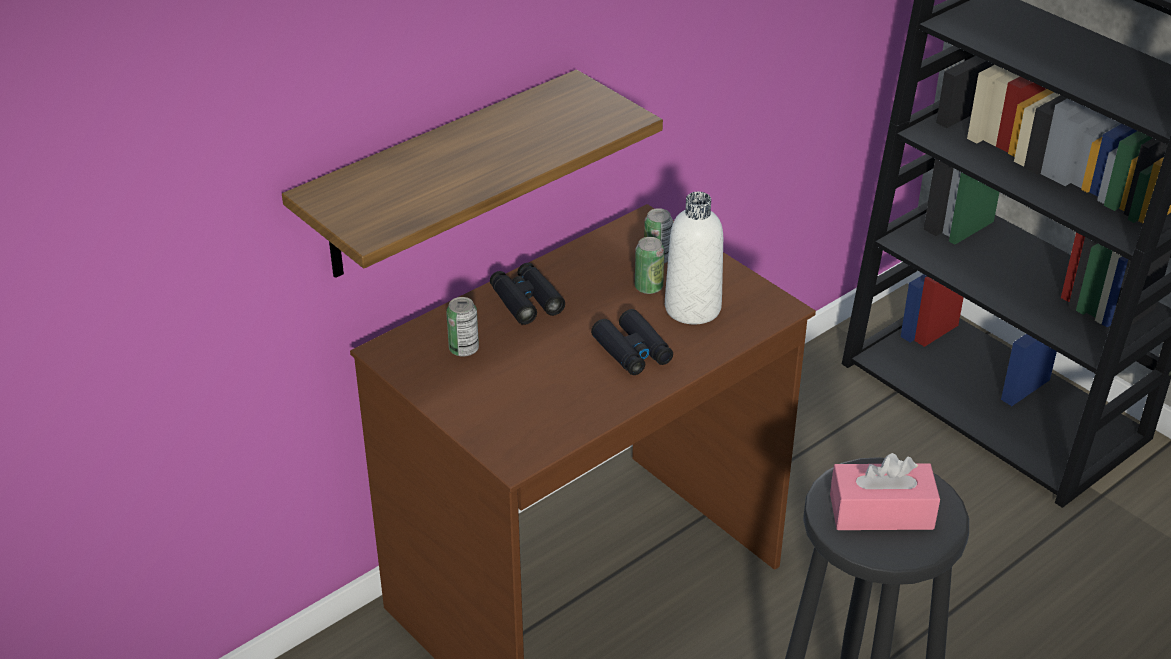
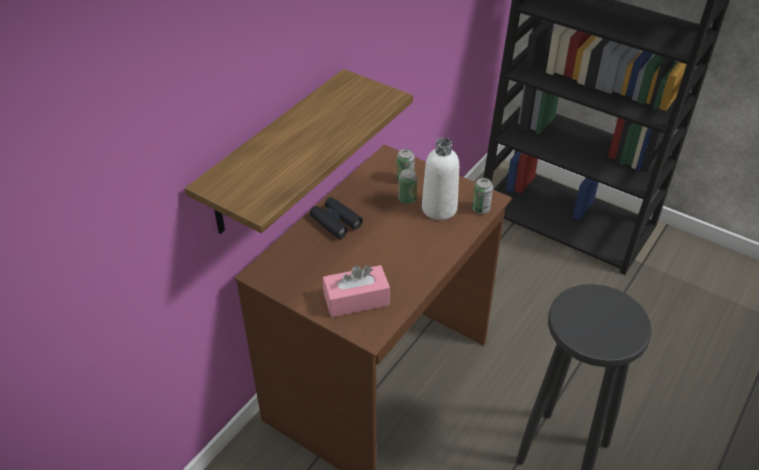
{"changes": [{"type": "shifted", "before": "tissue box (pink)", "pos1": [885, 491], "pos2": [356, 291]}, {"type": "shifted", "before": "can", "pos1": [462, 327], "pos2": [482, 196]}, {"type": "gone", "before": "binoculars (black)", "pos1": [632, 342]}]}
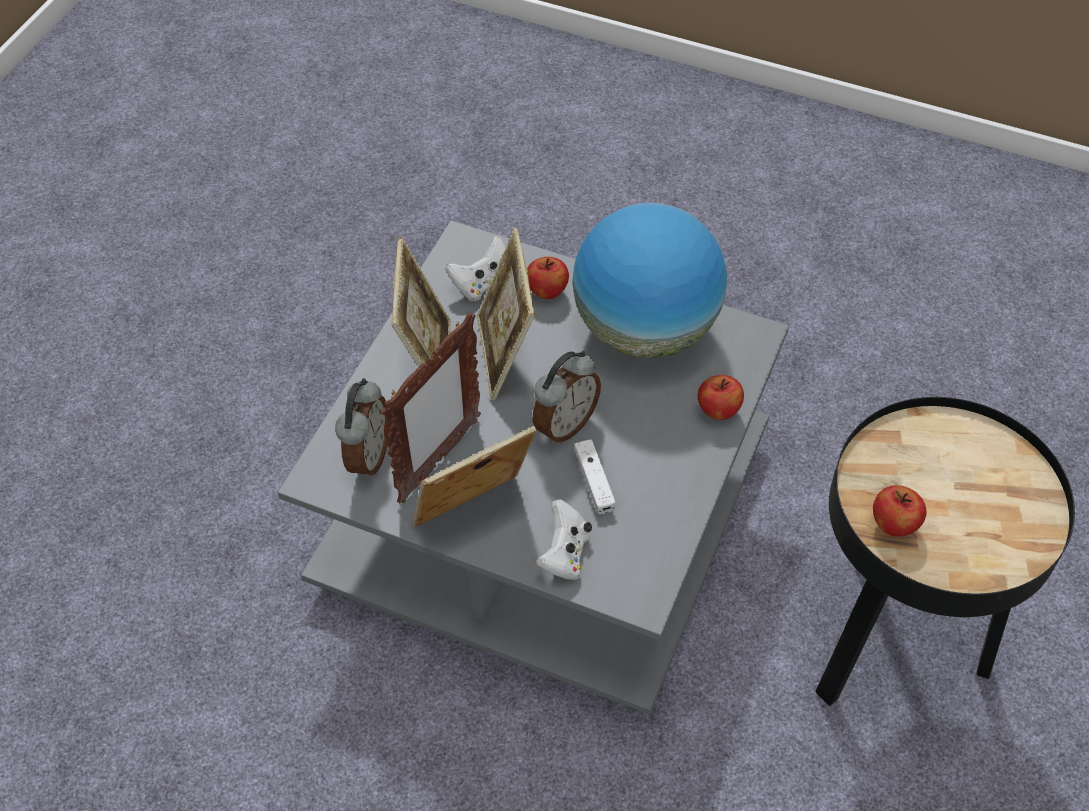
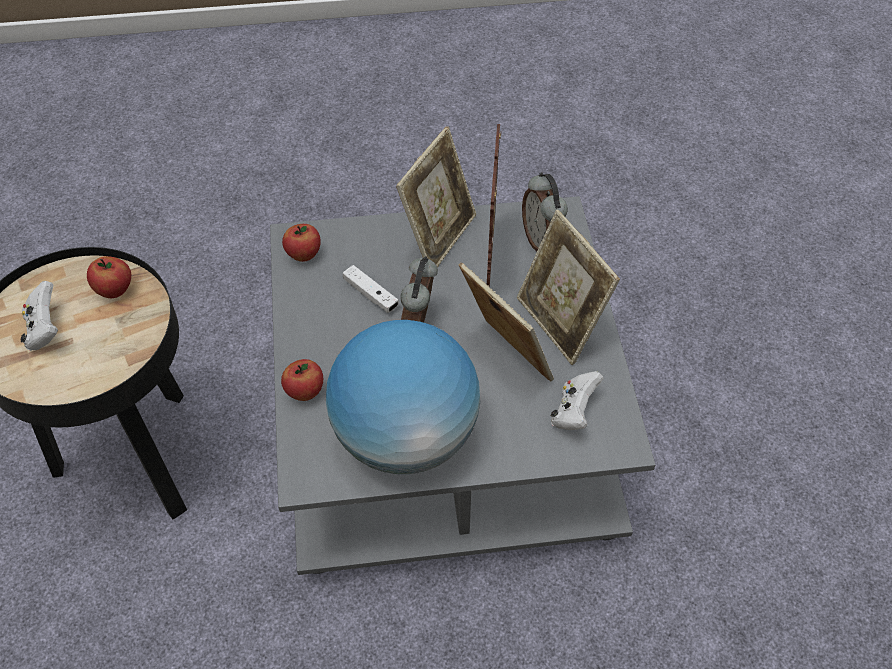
{"changes": [{"type": "shifted", "before": "game controller (white)", "pos1": [564, 539], "pos2": [39, 316]}, {"type": "shifted", "before": "apple", "pos1": [548, 278], "pos2": [301, 243]}]}
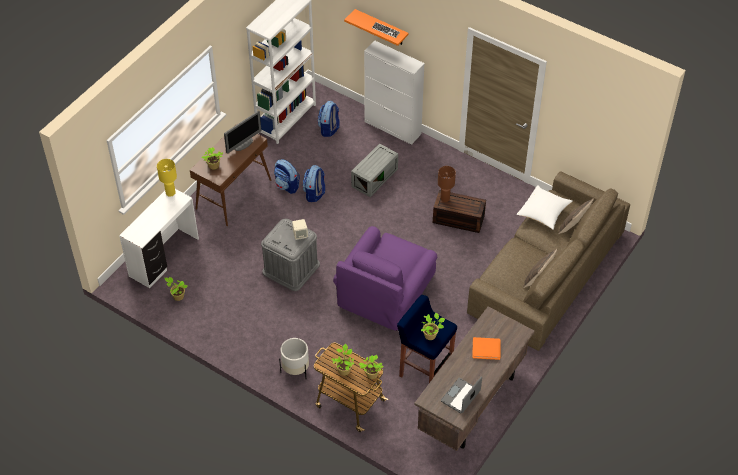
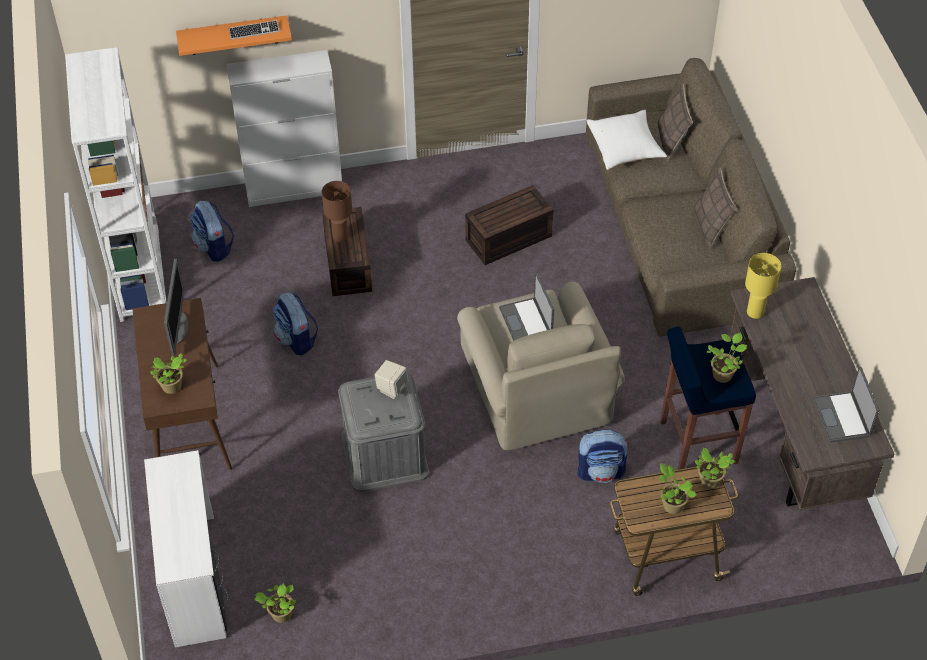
{"changes": [{"type": "shifted", "before": "table lamp (brown)", "pos1": [447, 184], "pos2": [337, 211]}, {"type": "repainted", "before": "storage box (grey)", "after": "storage box (brown)", "pos1": [374, 170], "pos2": [347, 251]}, {"type": "repainted", "before": "armchair (purple)", "after": "armchair (beige)", "pos1": [385, 278], "pos2": [541, 366]}, {"type": "new", "after": "laptop", "pos2": [526, 307]}, {"type": "shifted", "before": "backpack", "pos1": [287, 176], "pos2": [602, 456]}, {"type": "shifted", "before": "table lamp (yellow)", "pos1": [167, 178], "pos2": [763, 286]}, {"type": "gone", "before": "planter (white)", "pos1": [294, 358]}, {"type": "gone", "before": "book (orange)", "pos1": [486, 348]}]}
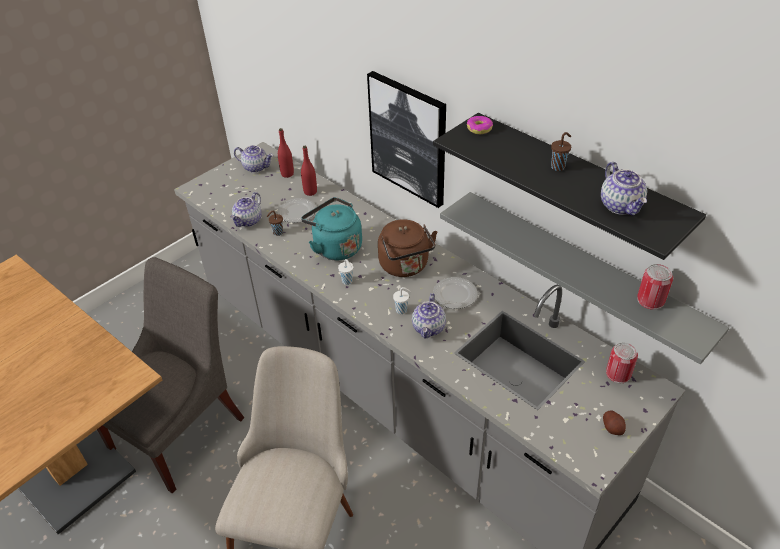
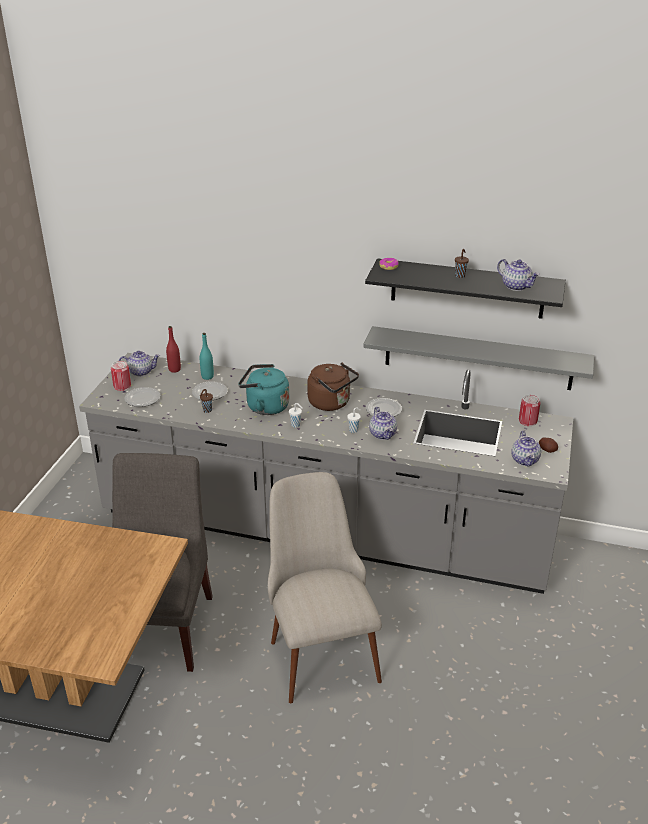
{"changes": [{"type": "shifted", "before": "can", "pos1": [655, 287], "pos2": [121, 376]}, {"type": "new", "after": "plate", "pos2": [142, 397]}, {"type": "repainted", "before": "bottle (red)", "after": "bottle (turquoise)", "pos1": [309, 171], "pos2": [207, 356]}, {"type": "shifted", "before": "teapot", "pos1": [246, 209], "pos2": [526, 449]}, {"type": "gone", "before": "picture", "pos1": [406, 139]}]}
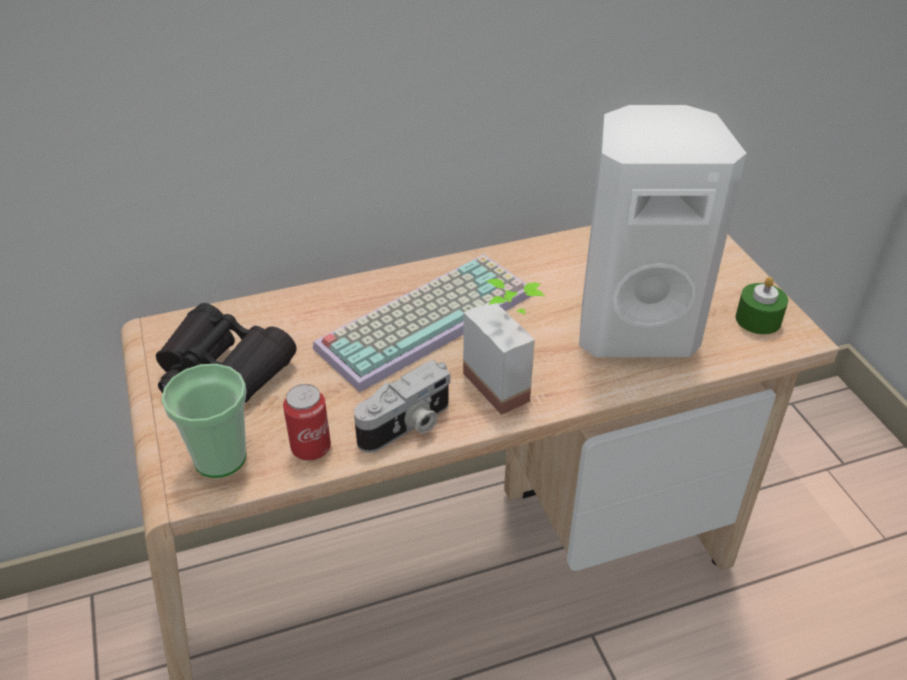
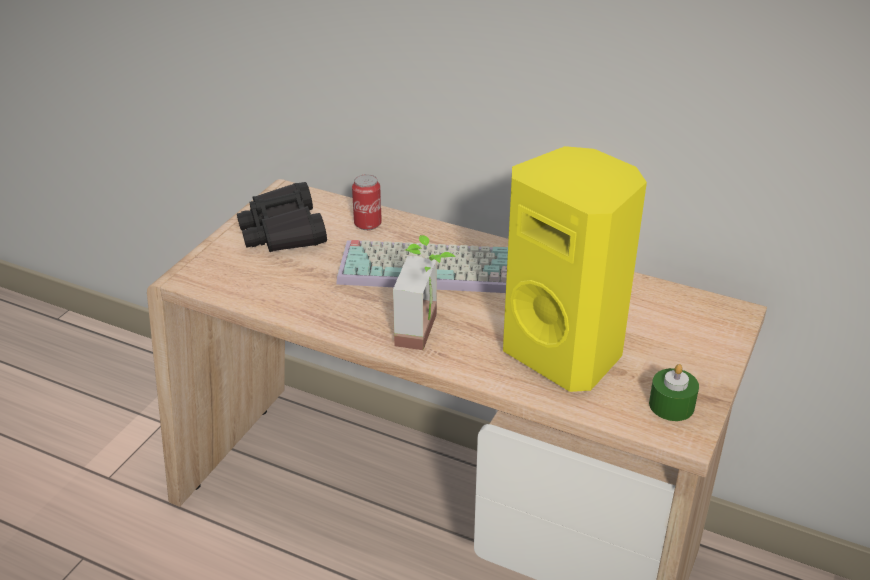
{"changes": [{"type": "shifted", "before": "can", "pos1": [307, 422], "pos2": [367, 202]}, {"type": "repainted", "before": "speaker (white)", "after": "speaker (yellow)", "pos1": [663, 231], "pos2": [575, 269]}, {"type": "gone", "before": "cup", "pos1": [204, 421]}, {"type": "gone", "before": "photo camera", "pos1": [402, 406]}]}
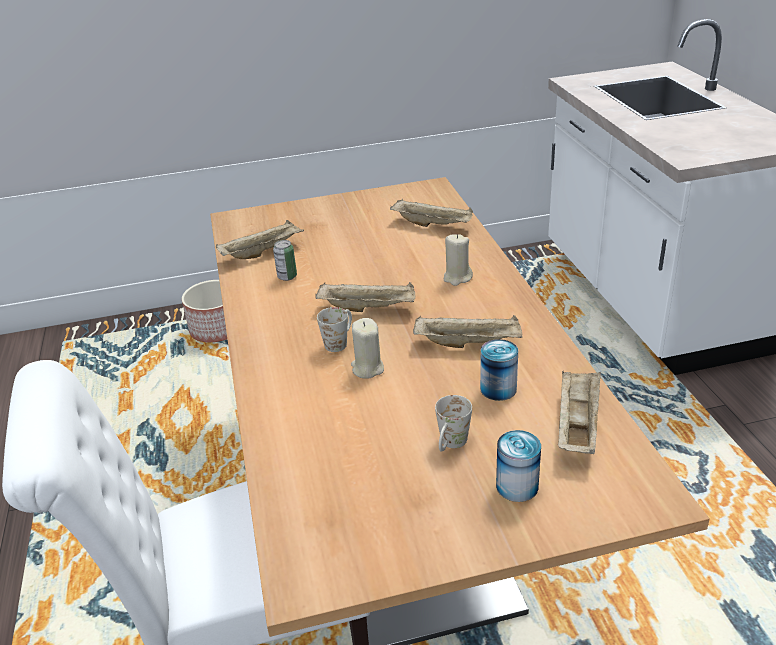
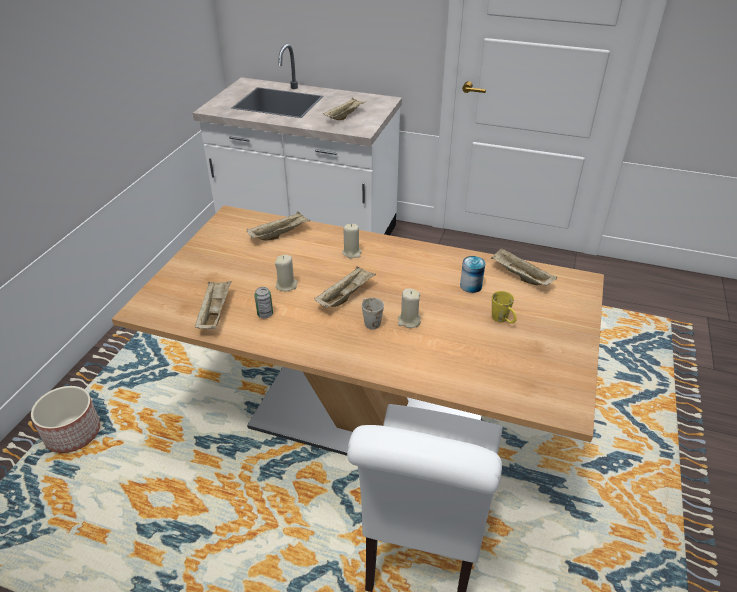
{"changes": [{"type": "new", "after": "candle (beige)", "pos2": [286, 273]}, {"type": "shifted", "before": "tray (beige)", "pos1": [468, 331], "pos2": [344, 108]}, {"type": "repainted", "before": "mug (white)", "after": "mug (yellow)", "pos1": [453, 423], "pos2": [504, 307]}, {"type": "gone", "before": "can", "pos1": [518, 466]}]}
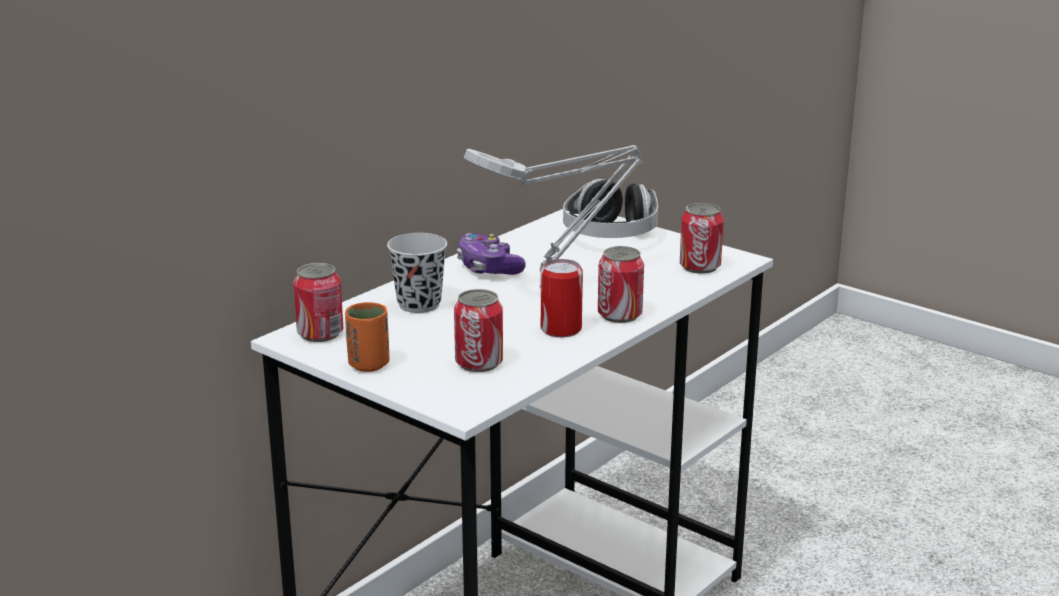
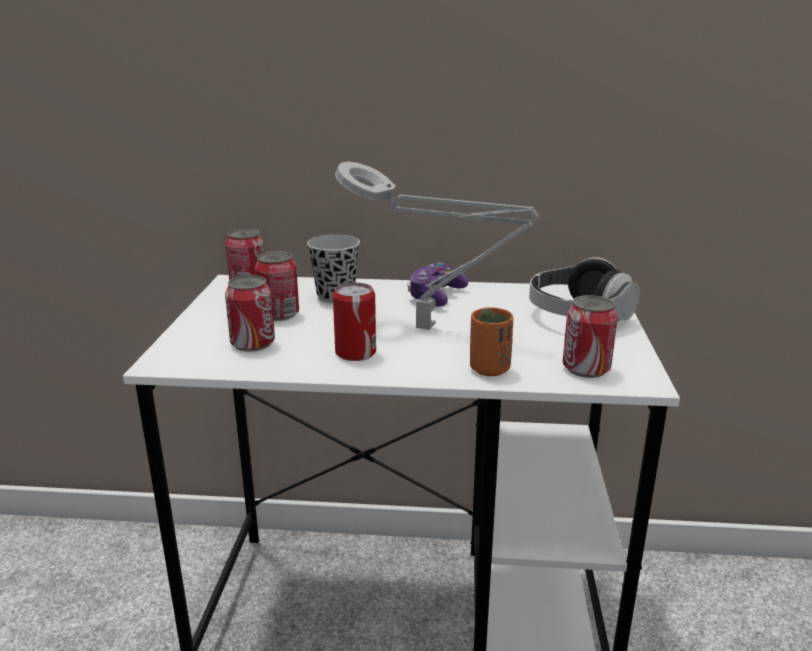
{"changes": [{"type": "shifted", "before": "can", "pos1": [621, 284], "pos2": [277, 286]}, {"type": "shifted", "before": "cup (orange)", "pos1": [367, 337], "pos2": [491, 341]}]}
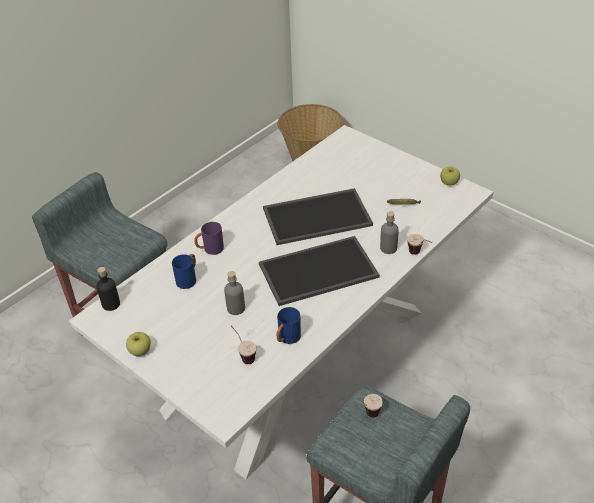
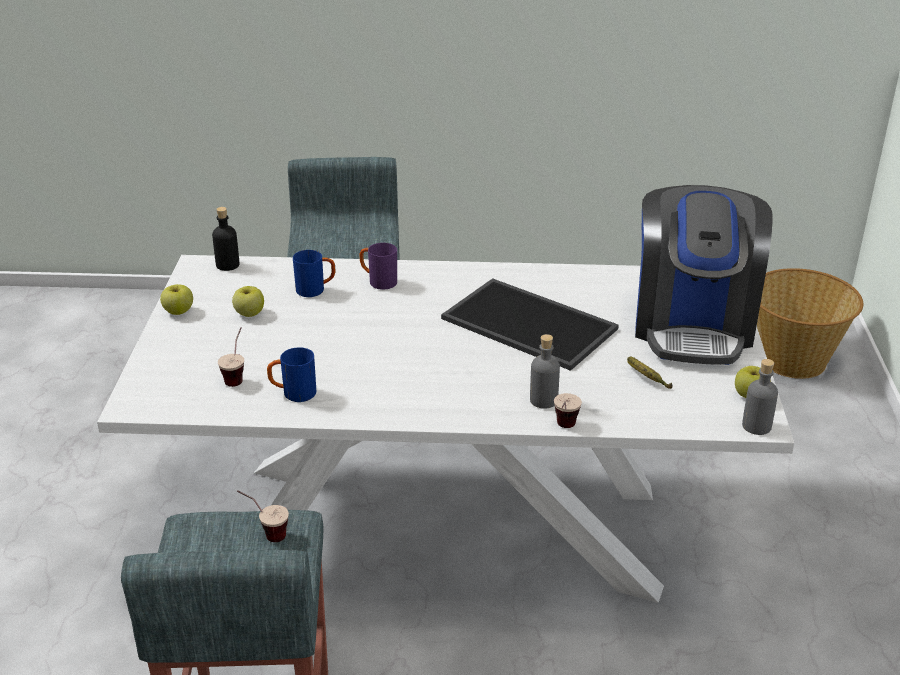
{"changes": [{"type": "new", "after": "apple", "pos2": [248, 301]}, {"type": "new", "after": "coffee machine", "pos2": [704, 275]}, {"type": "shifted", "before": "bottle (grey)", "pos1": [234, 293], "pos2": [760, 397]}, {"type": "gone", "before": "tray", "pos1": [319, 271]}]}
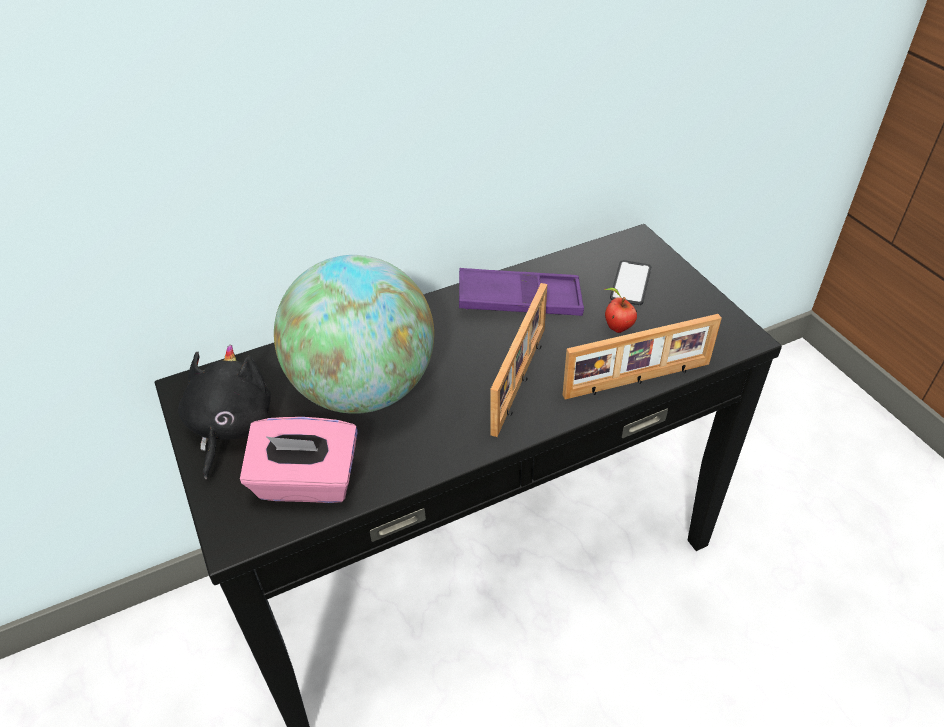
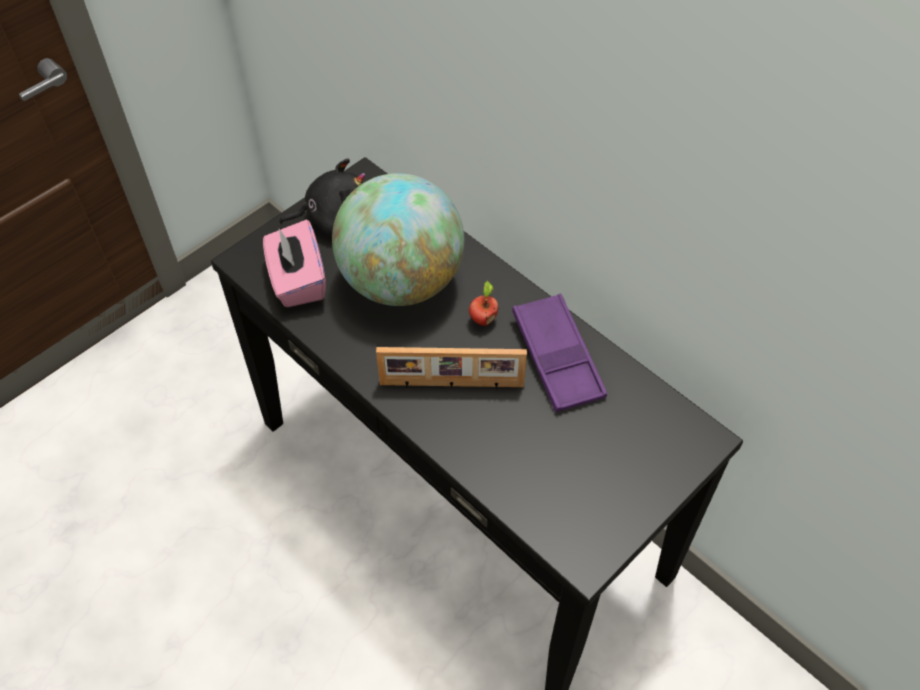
{"changes": [{"type": "shifted", "before": "apple", "pos1": [621, 310], "pos2": [484, 303]}, {"type": "gone", "before": "picture frame", "pos1": [642, 356]}, {"type": "gone", "before": "phone", "pos1": [630, 282]}]}
